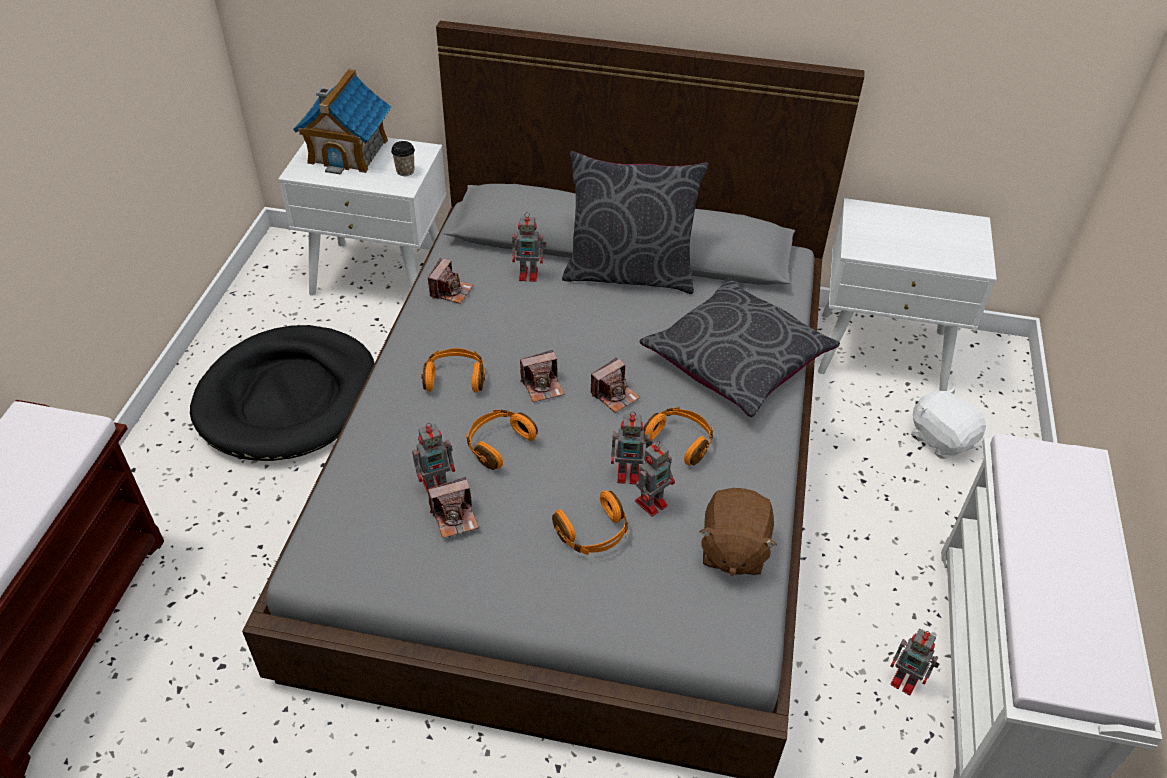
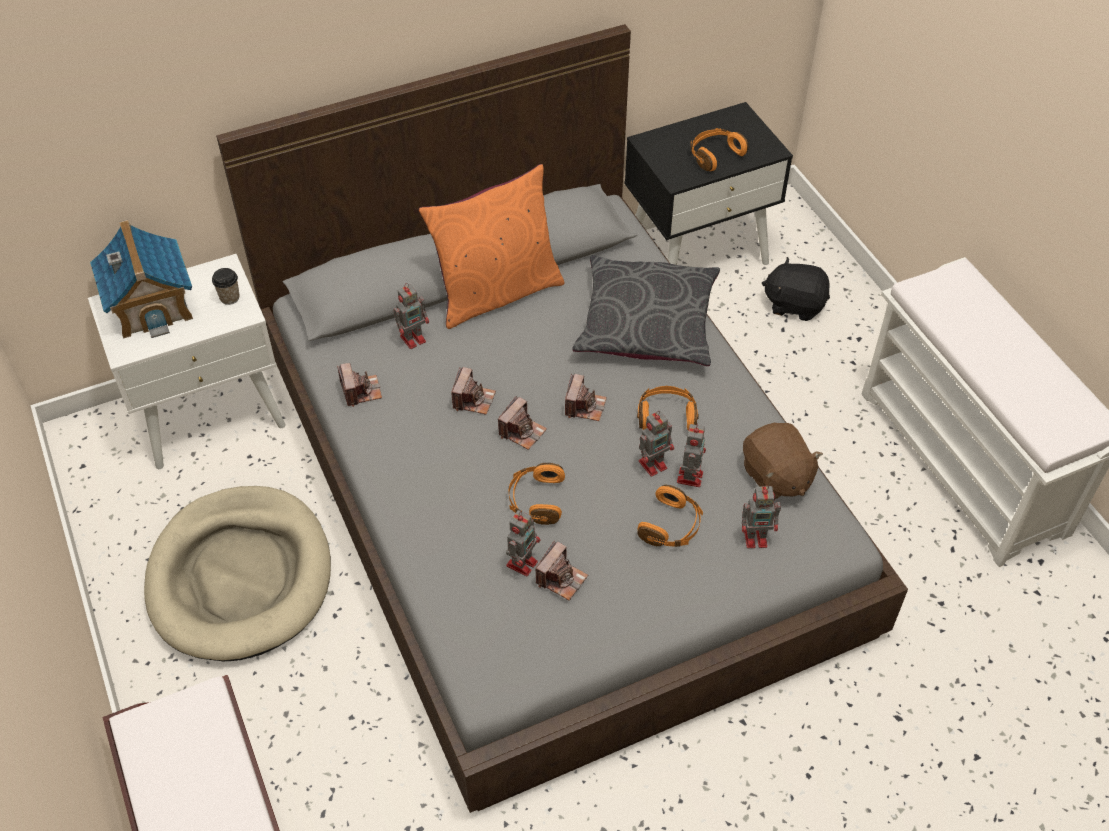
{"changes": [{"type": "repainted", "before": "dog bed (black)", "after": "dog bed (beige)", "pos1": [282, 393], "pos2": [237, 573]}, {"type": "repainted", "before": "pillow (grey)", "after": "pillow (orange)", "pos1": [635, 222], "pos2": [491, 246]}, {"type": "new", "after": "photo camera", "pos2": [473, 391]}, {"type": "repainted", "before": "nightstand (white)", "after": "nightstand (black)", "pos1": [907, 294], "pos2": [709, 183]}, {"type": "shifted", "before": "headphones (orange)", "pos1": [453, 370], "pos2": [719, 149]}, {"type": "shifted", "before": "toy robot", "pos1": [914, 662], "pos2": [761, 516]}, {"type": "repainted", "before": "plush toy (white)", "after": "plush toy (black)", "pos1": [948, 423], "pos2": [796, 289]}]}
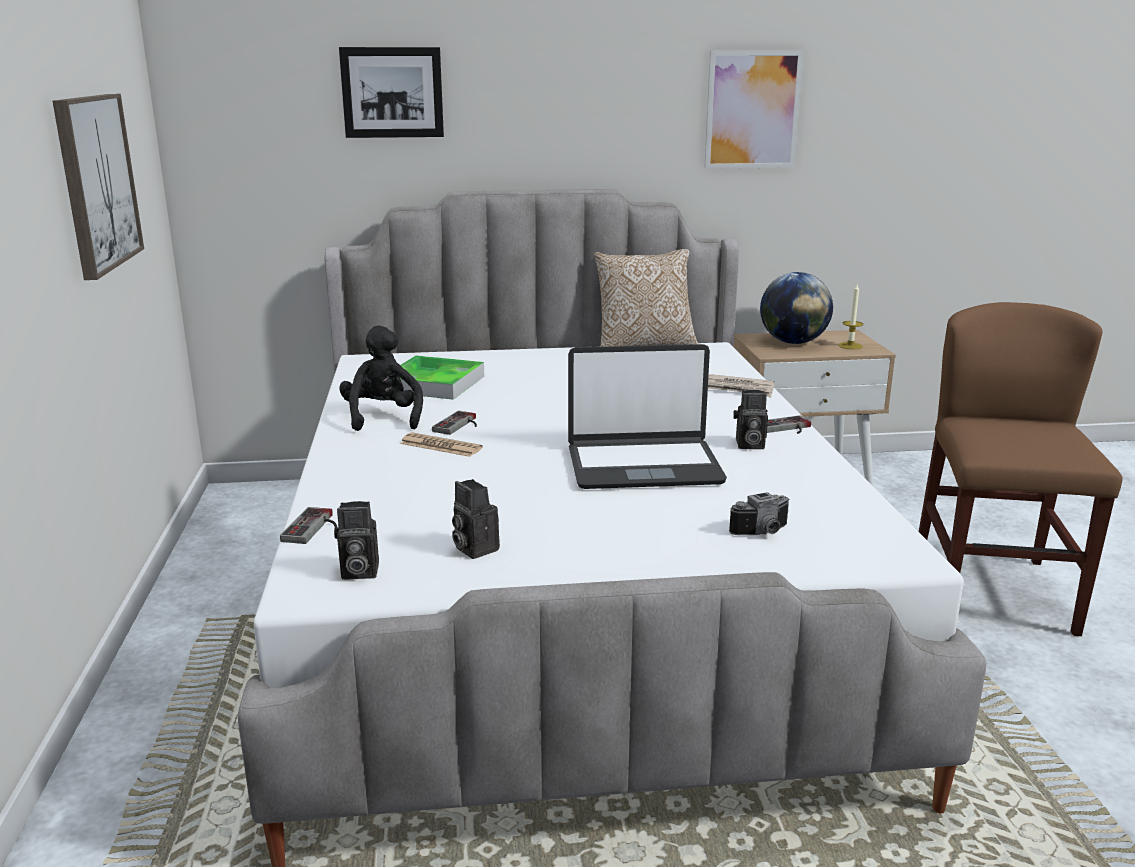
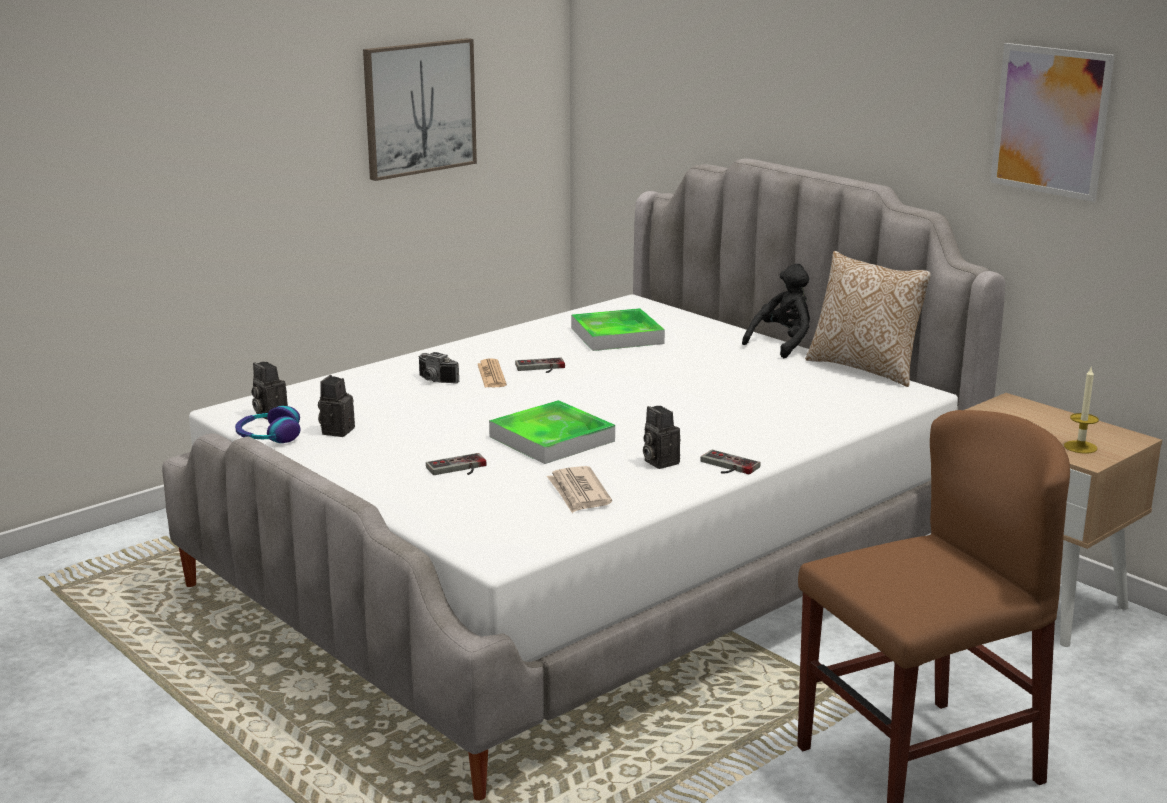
{"changes": [{"type": "new", "after": "headphones", "pos2": [268, 424]}, {"type": "shifted", "before": "photo camera", "pos1": [759, 513], "pos2": [438, 367]}, {"type": "shifted", "before": "game controller", "pos1": [308, 525], "pos2": [456, 464]}, {"type": "swapped", "before": "laptop", "after": "tray", "pos1": [647, 416], "pos2": [552, 432]}, {"type": "shifted", "before": "newspaper", "pos1": [741, 385], "pos2": [579, 489]}, {"type": "shifted", "before": "plush toy (black)", "pos1": [381, 378], "pos2": [776, 311]}, {"type": "gone", "before": "picture", "pos1": [391, 92]}, {"type": "gone", "before": "globe", "pos1": [796, 308]}]}
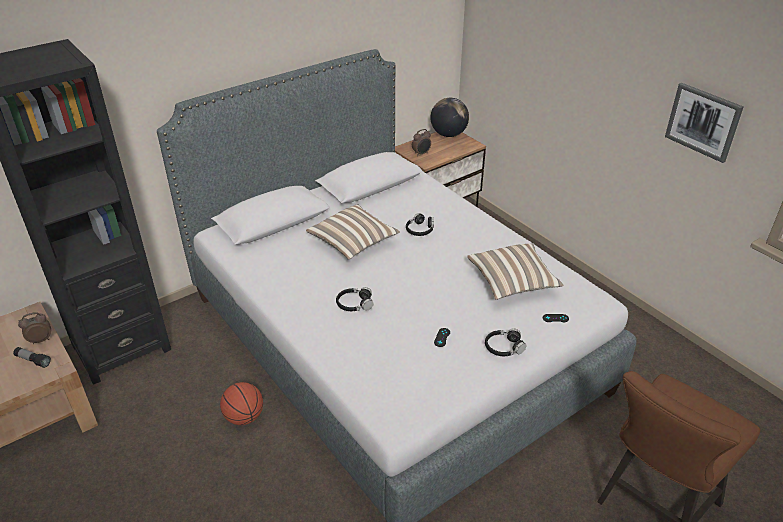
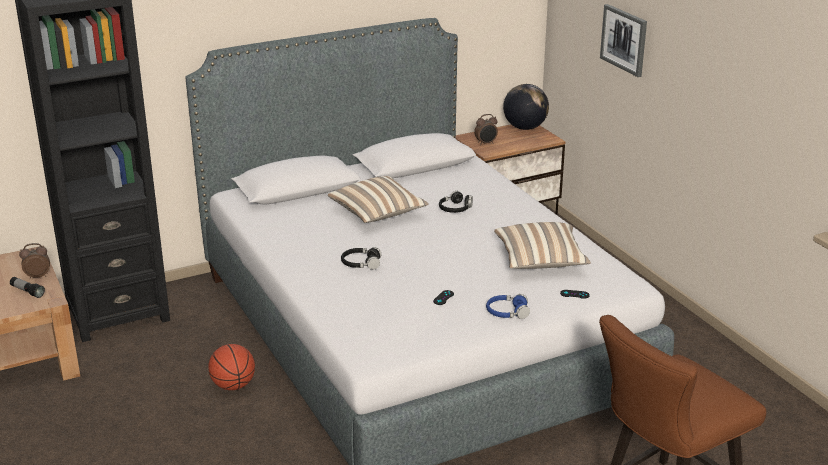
{"changes": [{"type": "repainted", "before": "headphones (black)", "after": "headphones (blue)", "pos1": [505, 342], "pos2": [508, 306]}, {"type": "shifted", "before": "picture", "pos1": [704, 123], "pos2": [623, 40]}]}
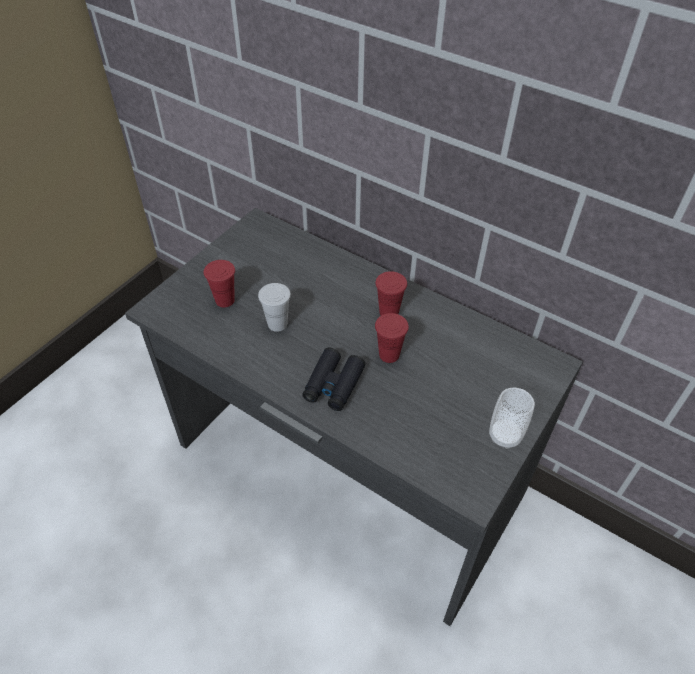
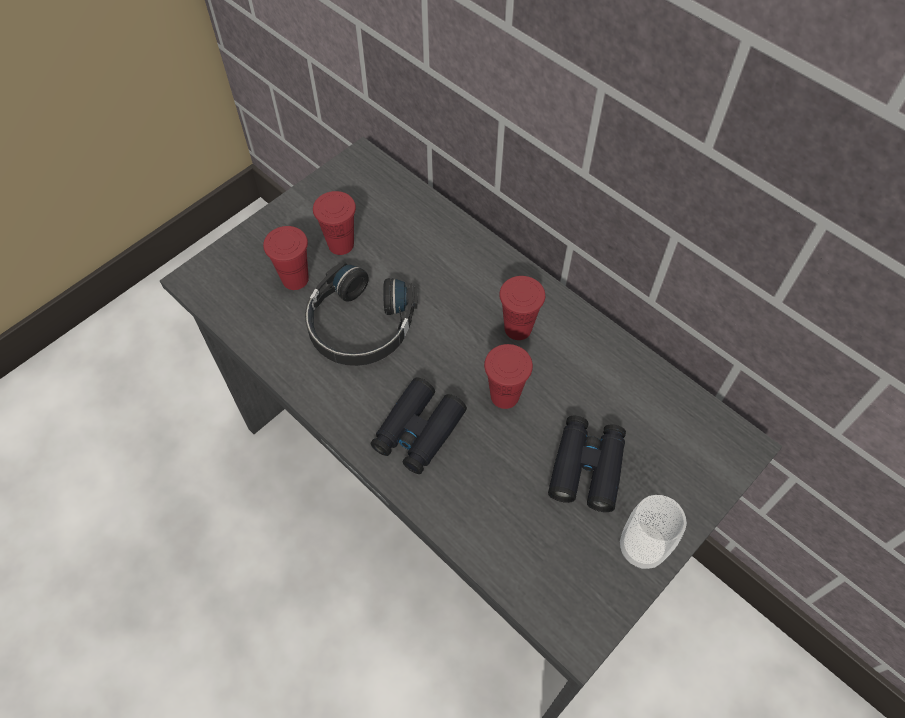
{"changes": [{"type": "swapped", "before": "cup (white)", "after": "headphones (black)", "pos1": [274, 307], "pos2": [361, 314]}, {"type": "new", "after": "cup (red)", "pos2": [334, 223]}, {"type": "new", "after": "binoculars (black)", "pos2": [587, 464]}]}
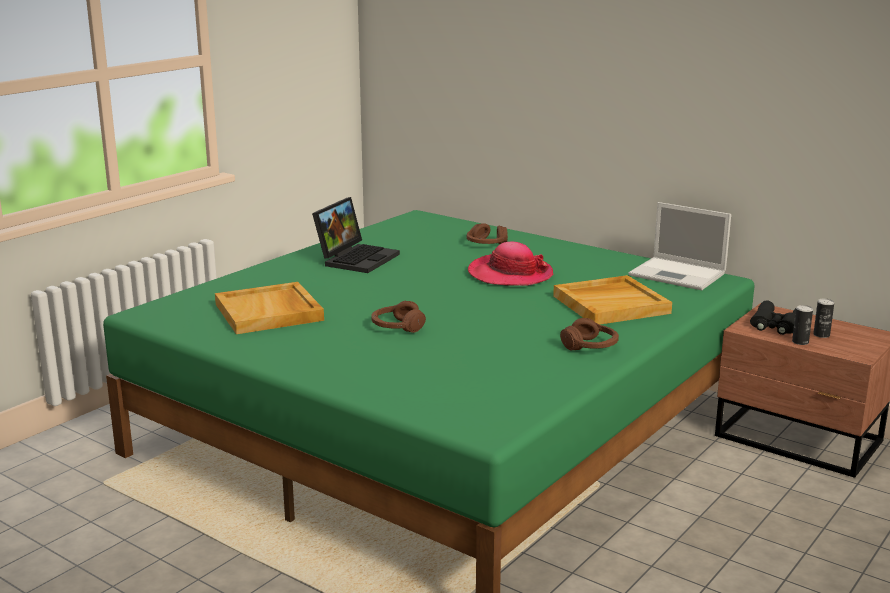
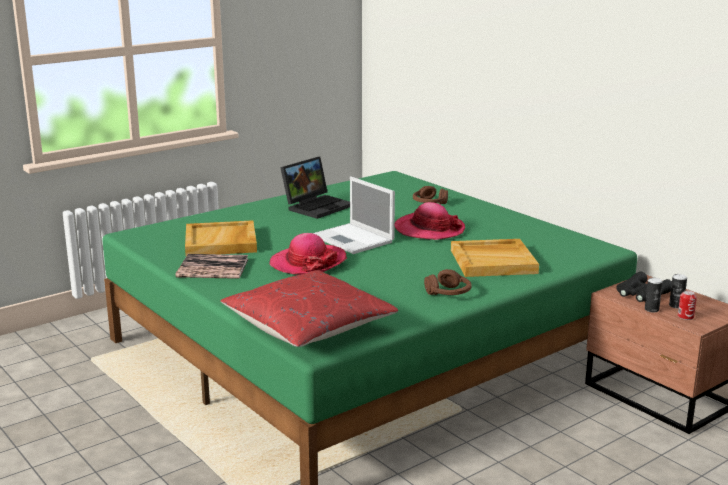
{"changes": [{"type": "new", "after": "book", "pos2": [212, 266]}, {"type": "new", "after": "pillow (red)", "pos2": [309, 308]}, {"type": "swapped", "before": "headphones (brown)", "after": "hat", "pos1": [398, 317], "pos2": [308, 254]}, {"type": "shifted", "before": "laptop", "pos1": [680, 246], "pos2": [354, 215]}, {"type": "new", "after": "can", "pos2": [687, 305]}]}
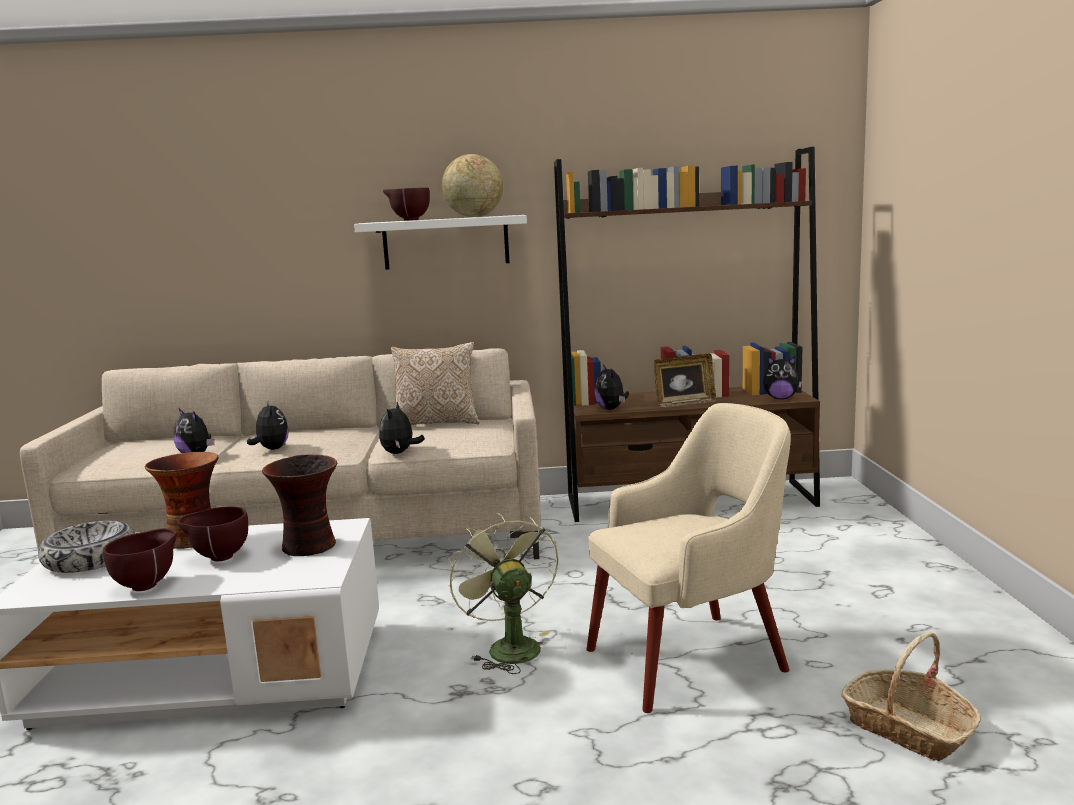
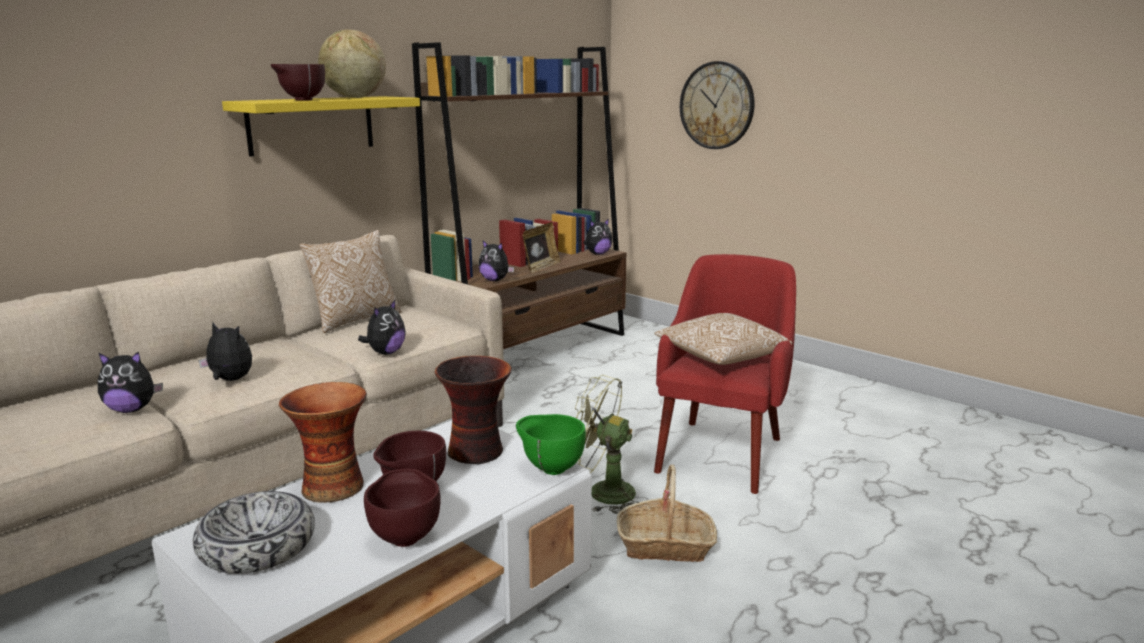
{"changes": [{"type": "repainted", "before": "shelf (white)", "after": "shelf (yellow)", "pos1": [440, 242], "pos2": [321, 126]}, {"type": "rotated", "before": "plush toy", "pos1": [402, 428], "pos2": [382, 327], "turn": -120}, {"type": "new", "after": "bowl (green)", "pos2": [551, 444]}, {"type": "shifted", "before": "basket", "pos1": [911, 696], "pos2": [667, 513]}, {"type": "repainted", "before": "armchair (beige)", "after": "armchair (red)", "pos1": [689, 558], "pos2": [725, 374]}, {"type": "new", "after": "pillow", "pos2": [723, 339]}, {"type": "new", "after": "wall clock", "pos2": [717, 105]}]}
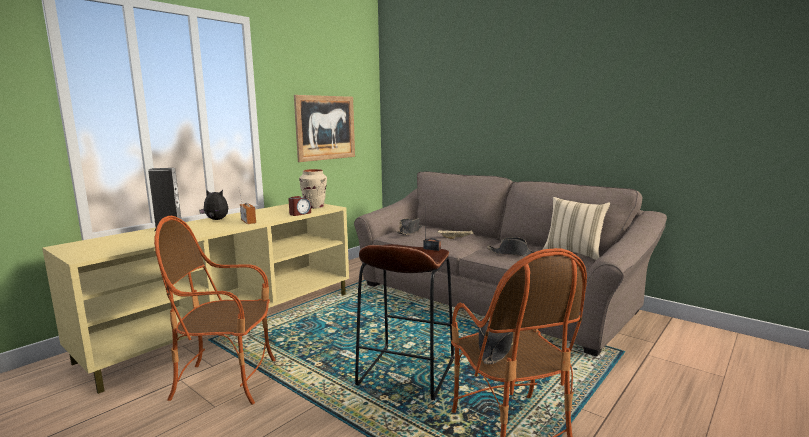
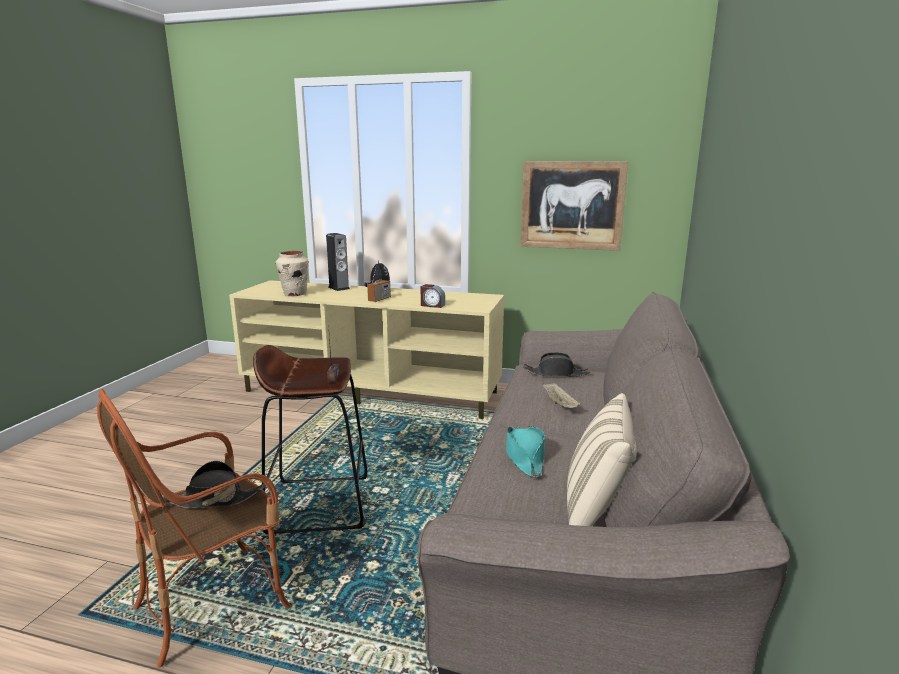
{"changes": [{"type": "shifted", "before": "vase (beige)", "pos1": [313, 189], "pos2": [292, 273]}, {"type": "repainted", "before": "hat (black)", "after": "hat (turquoise)", "pos1": [510, 247], "pos2": [525, 451]}, {"type": "gone", "before": "armchair", "pos1": [214, 310]}]}
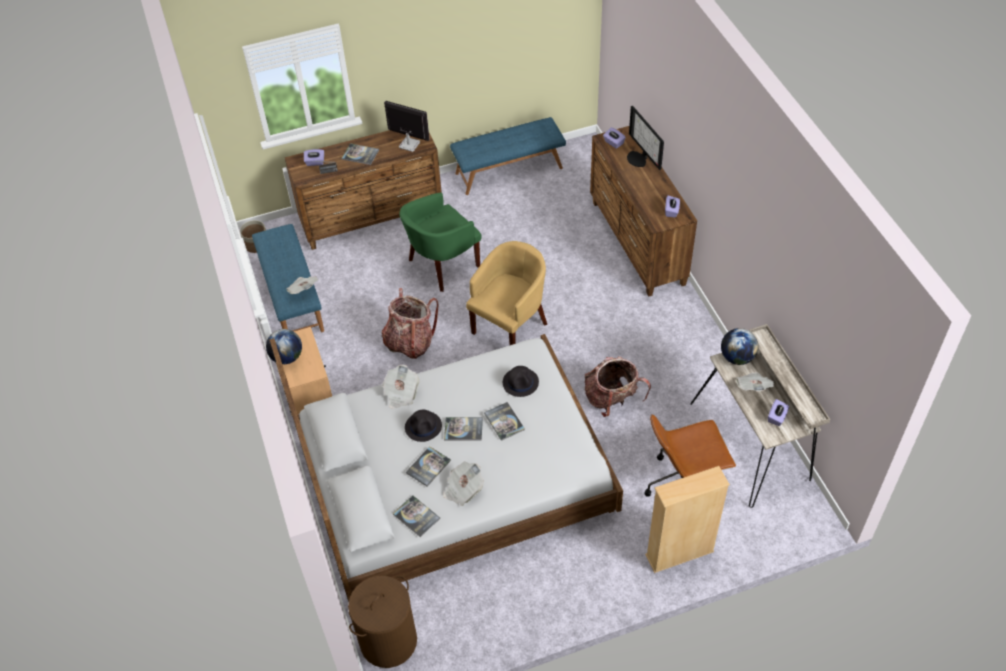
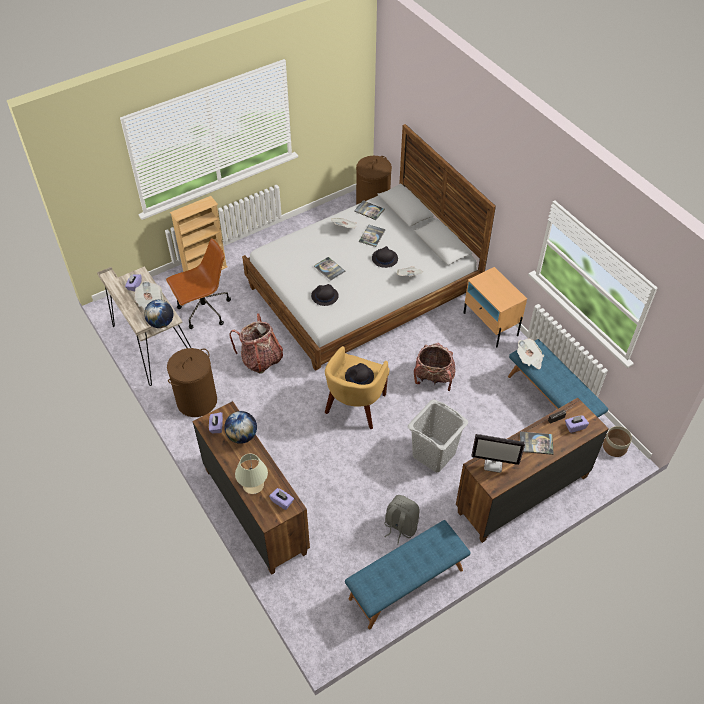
{"changes": [{"type": "new", "after": "laundry basket (brown)", "pos2": [192, 382]}, {"type": "shifted", "before": "globe", "pos1": [284, 346], "pos2": [240, 427]}, {"type": "swapped", "before": "monitor", "after": "table lamp (beige)", "pos1": [645, 138], "pos2": [251, 474]}, {"type": "new", "after": "hat (black)", "pos2": [359, 374]}, {"type": "new", "after": "backpack (grey)", "pos2": [402, 519]}, {"type": "swapped", "before": "armchair (green)", "after": "laundry basket (grey)", "pos1": [440, 242], "pos2": [438, 435]}, {"type": "gone", "before": "book", "pos1": [463, 429]}]}
